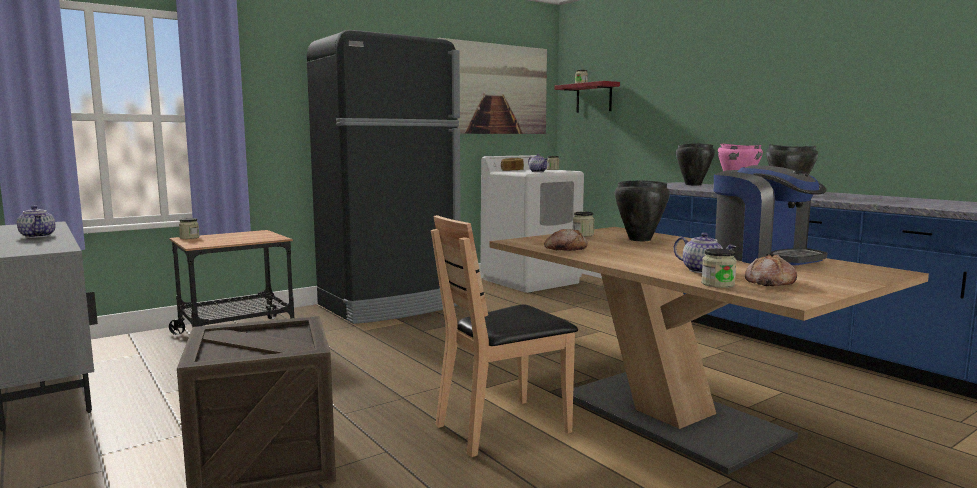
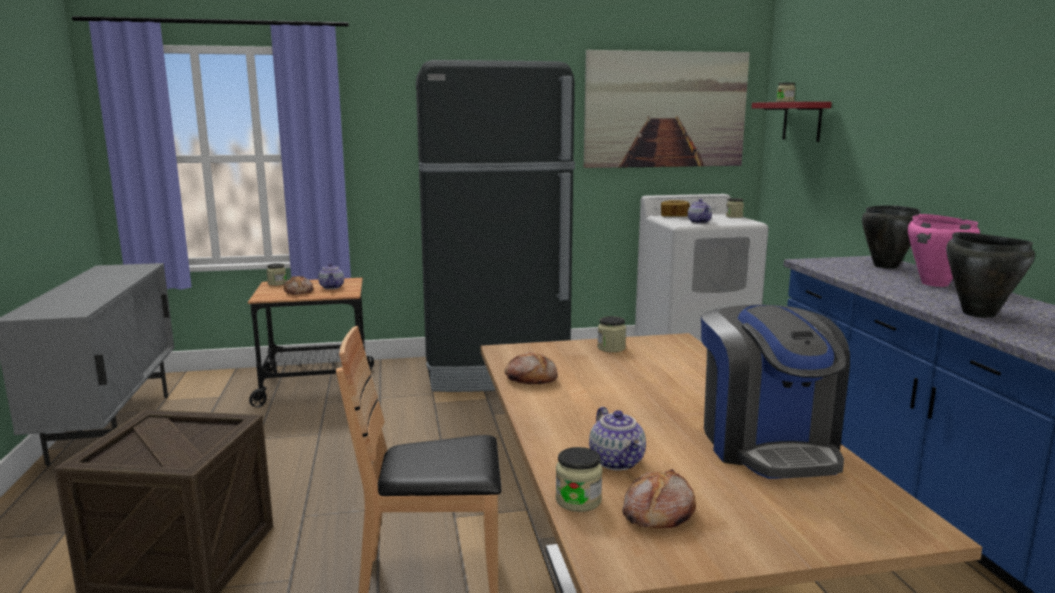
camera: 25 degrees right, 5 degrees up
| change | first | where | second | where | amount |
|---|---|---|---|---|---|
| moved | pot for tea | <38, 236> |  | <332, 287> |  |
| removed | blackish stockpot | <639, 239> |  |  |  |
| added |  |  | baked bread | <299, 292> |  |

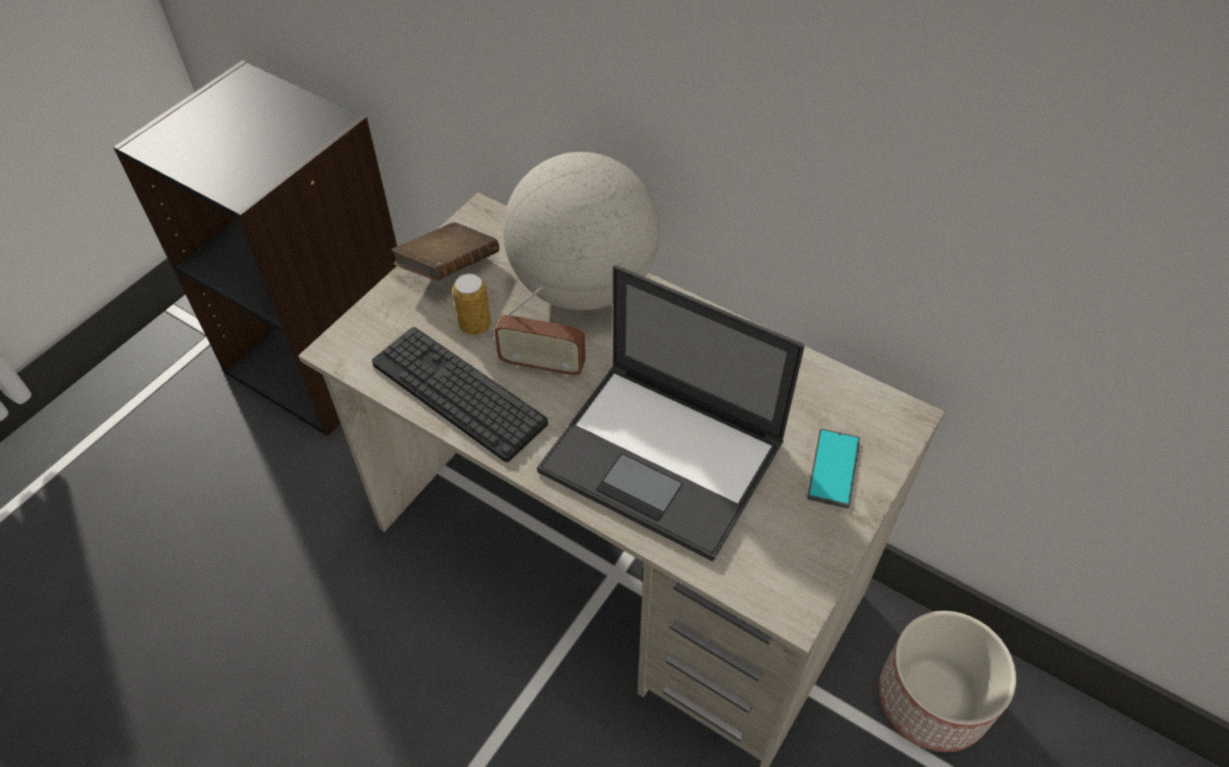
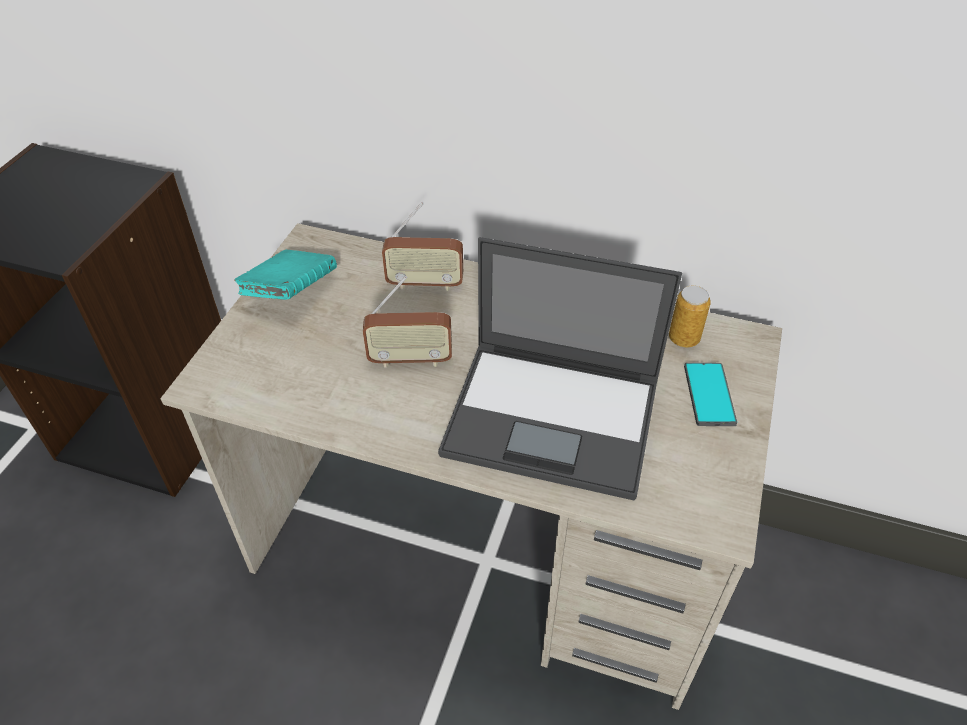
camera: 15 degrees left, 5 degrees down
| change | first | where | second | where | amount |
|---|---|---|---|---|---|
| removed | keyboard | <458, 393> |  |  |  |
| recoloured | brownish bound book | <449, 269> | turquoise bound book | <291, 292> |  |
| moved | metal can | <475, 325> |  | <684, 338> |  |
| replaced | globe | <583, 285> | radio receiver | <425, 284> |  |
| removed | plant pot | <934, 698> |  |  |  |

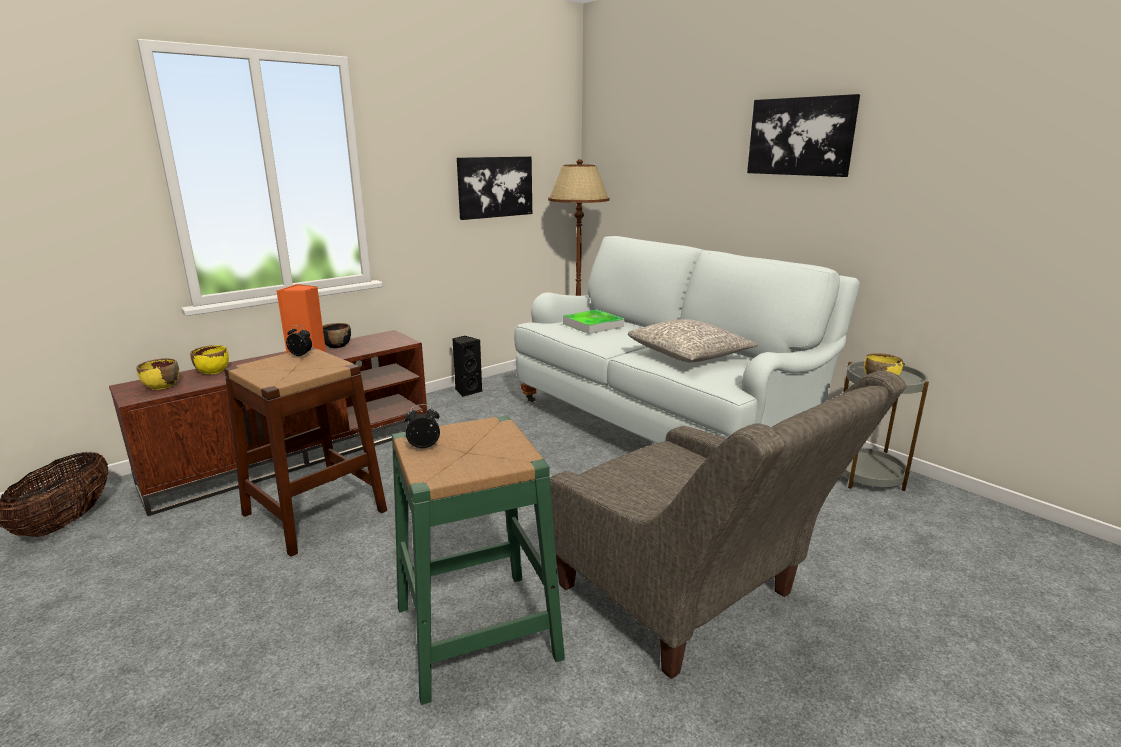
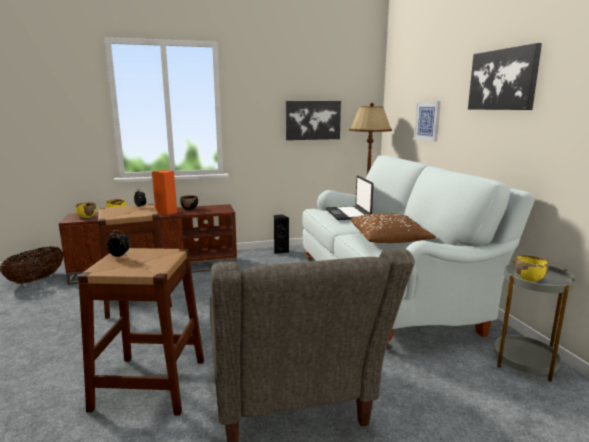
camera: 25 degrees right, 5 degrees down
| change | first | where | second | where | amount |
|---|---|---|---|---|---|
| recoloured | greenish sitting stool | <476, 632> | brownish sitting stool | <150, 384> |  |
| replaced | tray | <593, 325> | notebook computer | <348, 214> |  |
| recoloured | gray pillow | <690, 354> | brownish pillow | <389, 239> |  |
| added |  |  | wall art | <427, 121> |  |

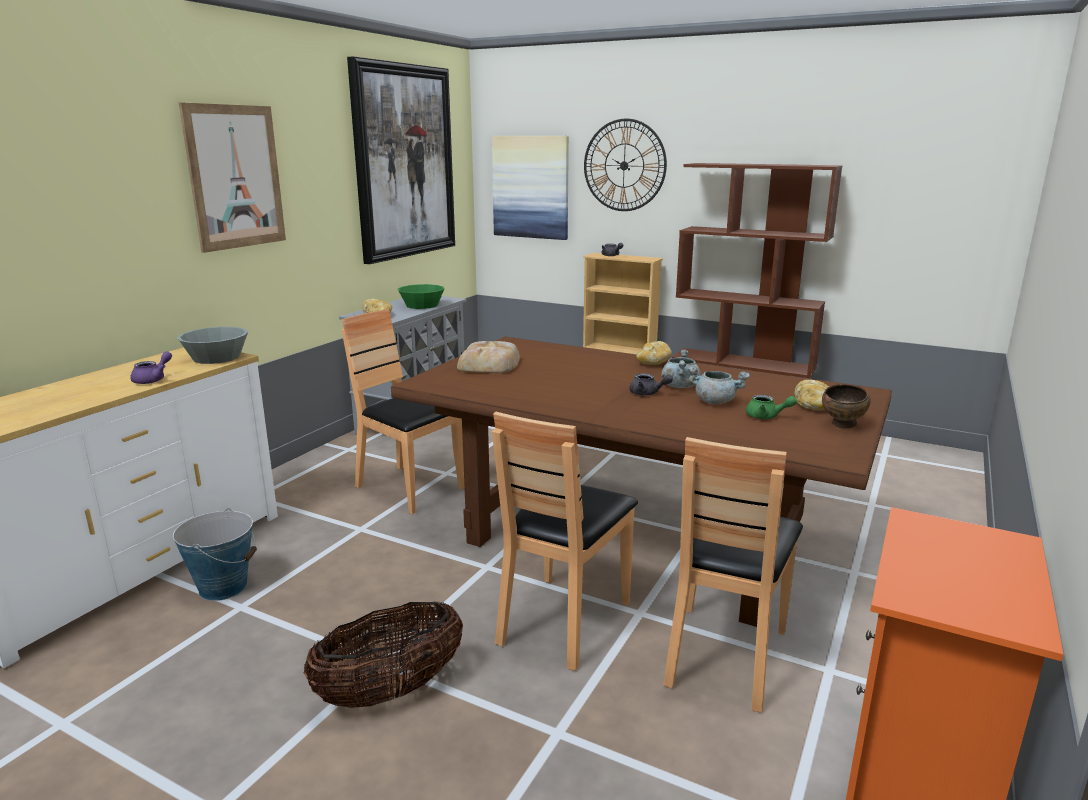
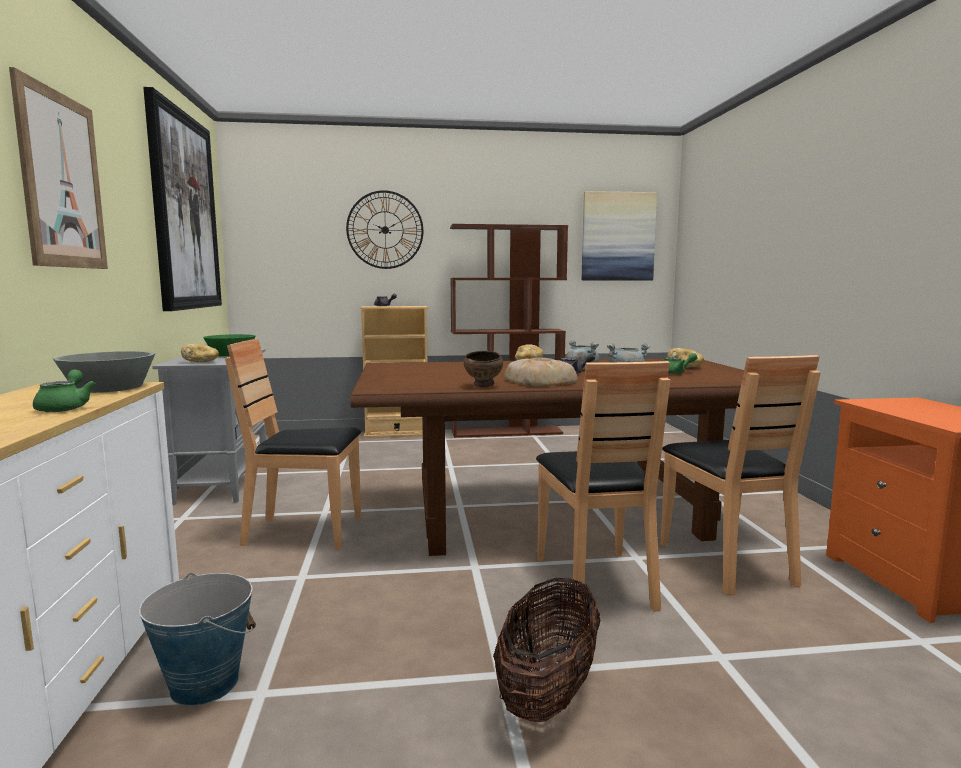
camera: 35 degrees left, 10 degrees down
| change | first | where | second | where | amount |
|---|---|---|---|---|---|
| recoloured | purplish pot for tea | <153, 379> | greenish pot for tea | <66, 407> |  |
| moved | baked bread | <490, 364> |  | <540, 380> |  |
| moved | wall art | <531, 187> |  | <618, 237> |  |
| moved | brownish deep dish | <843, 426> |  | <484, 386> |  |

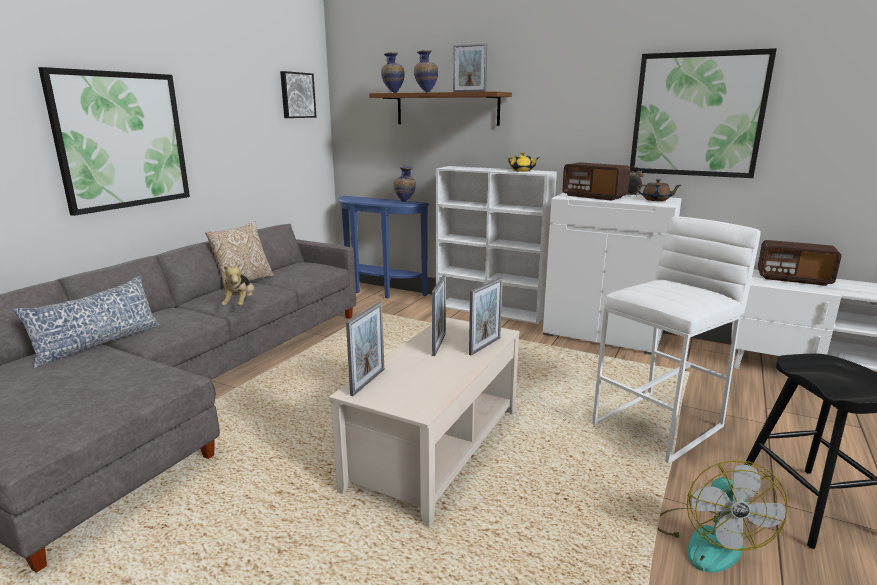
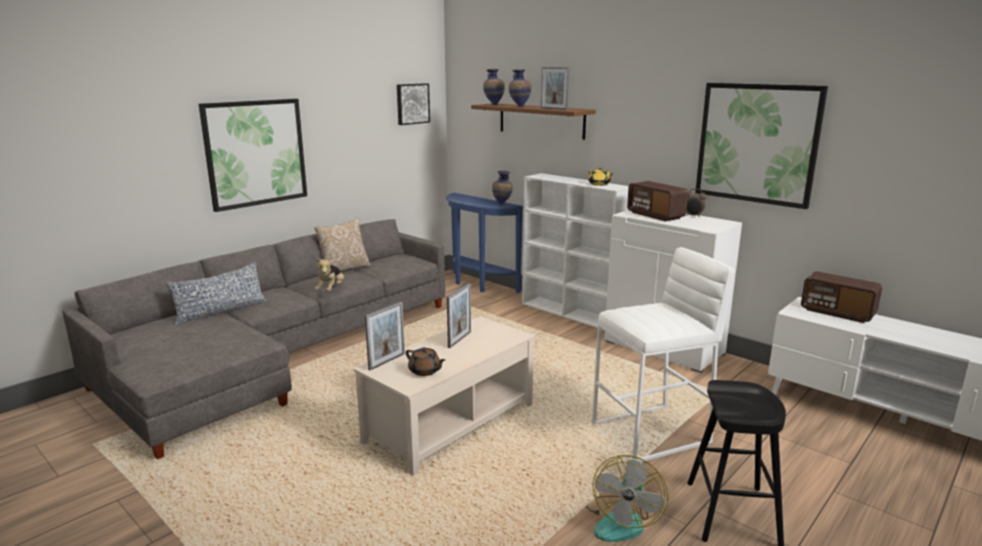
camera: 15 degrees right, 0 degrees up
| change | first | where | second | where | amount |
|---|---|---|---|---|---|
| removed | standing frame | <485, 346> |  |  |  |
| moved | brownish pot for tea | <656, 200> |  | <425, 371> |  |

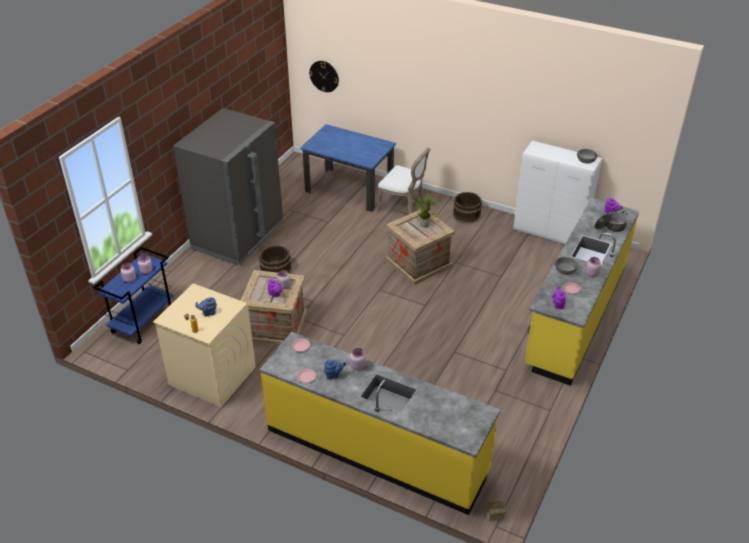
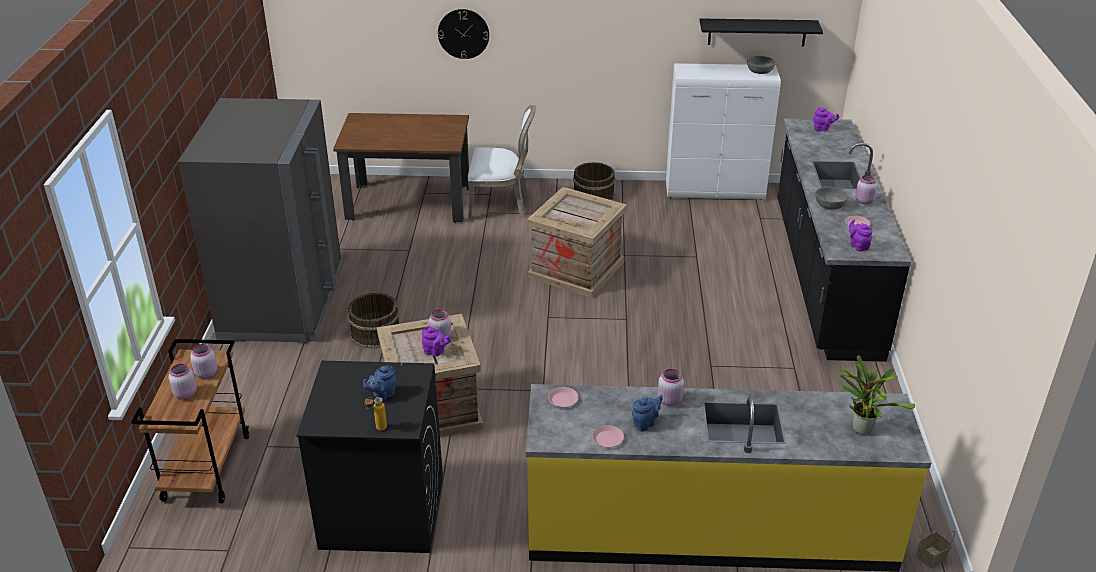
camera: 25 degrees left, 5 degrees down
| change | first | where | second | where | amount |
|---|---|---|---|---|---|
| recoloured | blue-coloured cart | <143, 321> | brownish cart | <206, 467> |  |
| recoloured | sand-coloured laundry machine | <212, 376> | blackish laundry machine | <381, 512> |  |
| recoloured | blue-coloured dinner table | <349, 190> | brownish dinner table | <408, 203> |  |
| moved | hanging clock | <324, 76> |  | <463, 33> |  |
| moved | houseplant | <425, 224> |  | <861, 427> |  |
| recoloured | yellowish counter | <575, 315> | blackish counter | <823, 277> |  |
| removed | stockpot | <610, 227> |  |  |  |
| added |  |  | blackish wall shelf | <757, 32> |  |

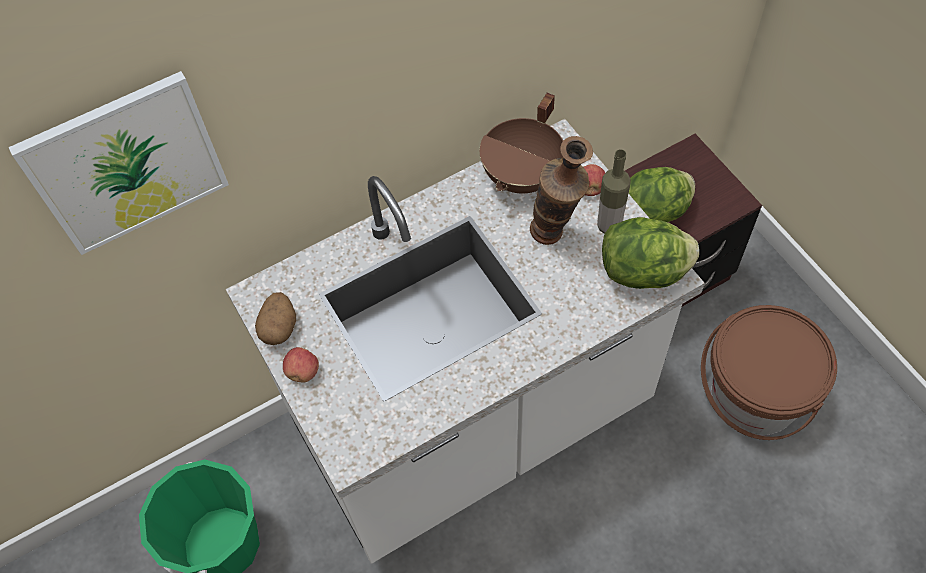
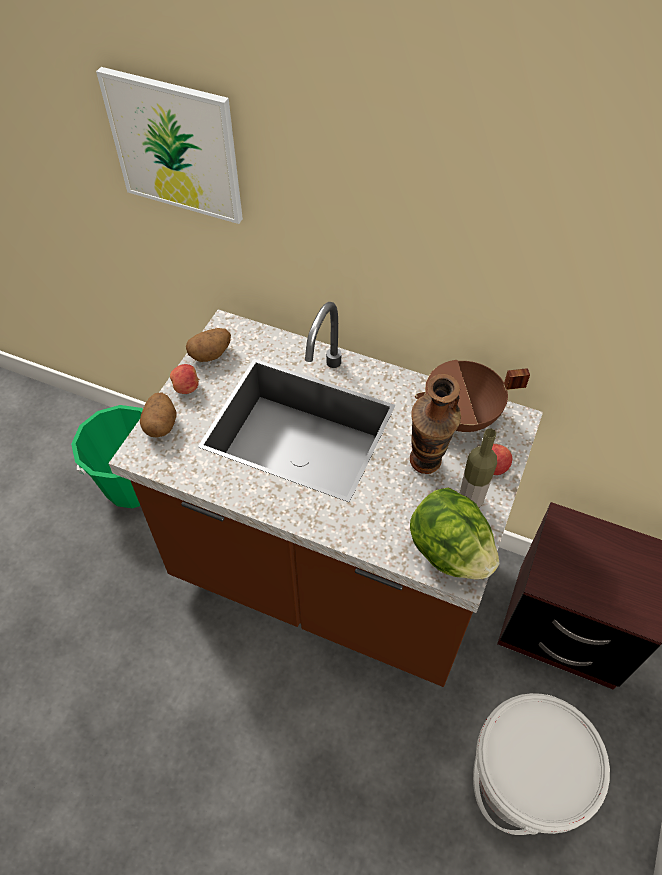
camera: 50 degrees right, 5 degrees down
| change | first | where | second | where | amount |
|---|---|---|---|---|---|
| recoloured | white-coloured counter | <473, 420> | brownish counter | <331, 574> |  |
| removed | lettuce | <654, 212> |  |  |  |
| recoloured | brownish pail | <754, 395> | white-coloured pail | <523, 779> |  |
| added |  |  | spud | <161, 424> |  |

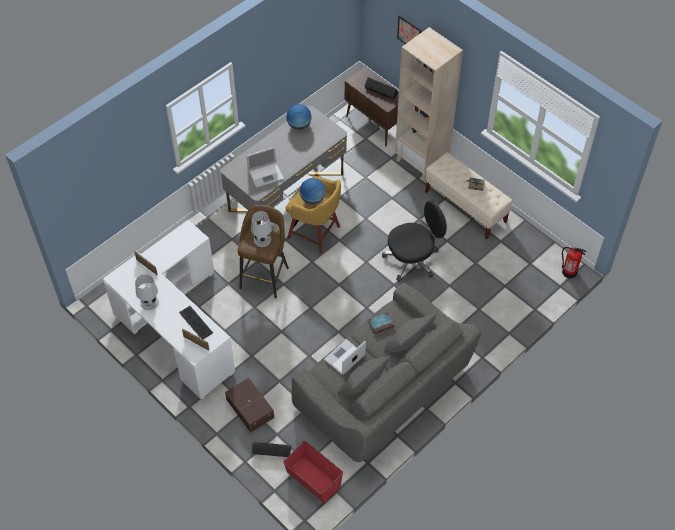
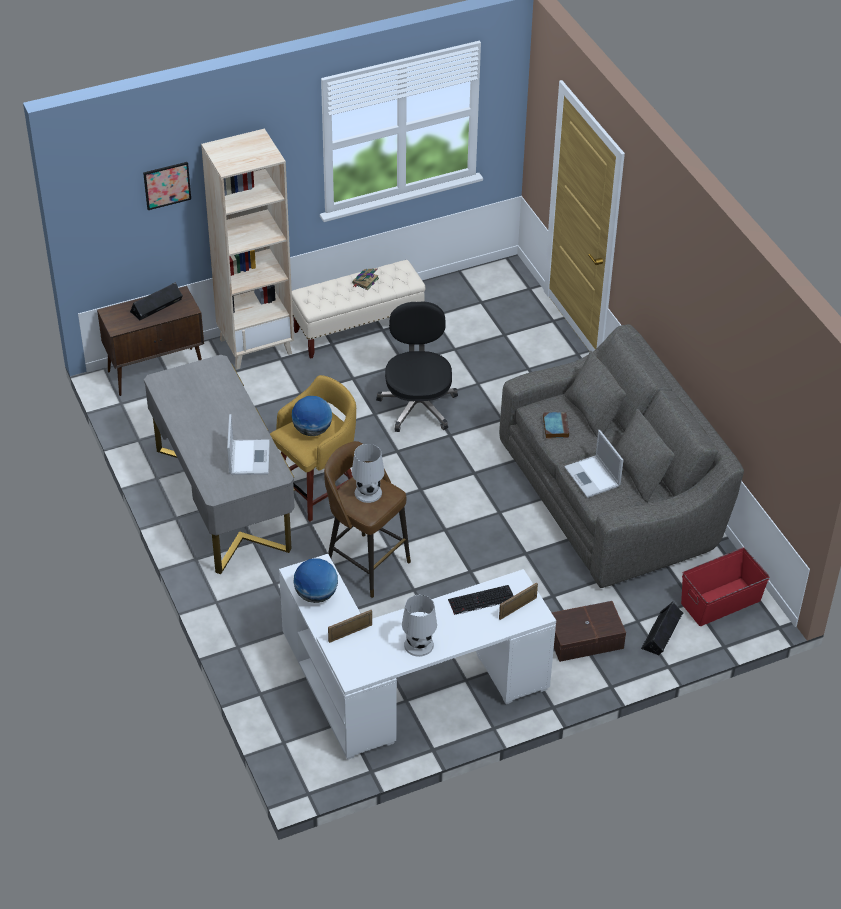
camera: 70 degrees left, 10 degrees down
| change | first | where | second | where | amount |
|---|---|---|---|---|---|
| moved | globe | <299, 125> |  | <316, 595> |  |
| removed | fire-fighting cylinder | <569, 272> |  |  |  |

